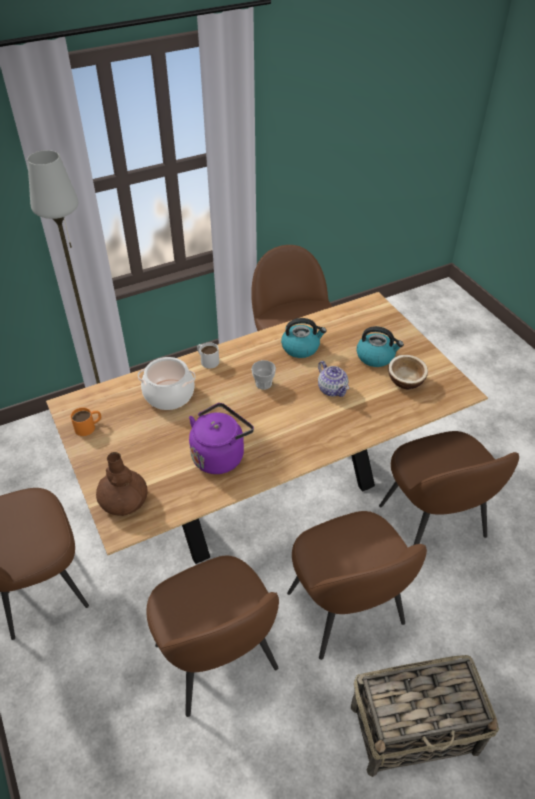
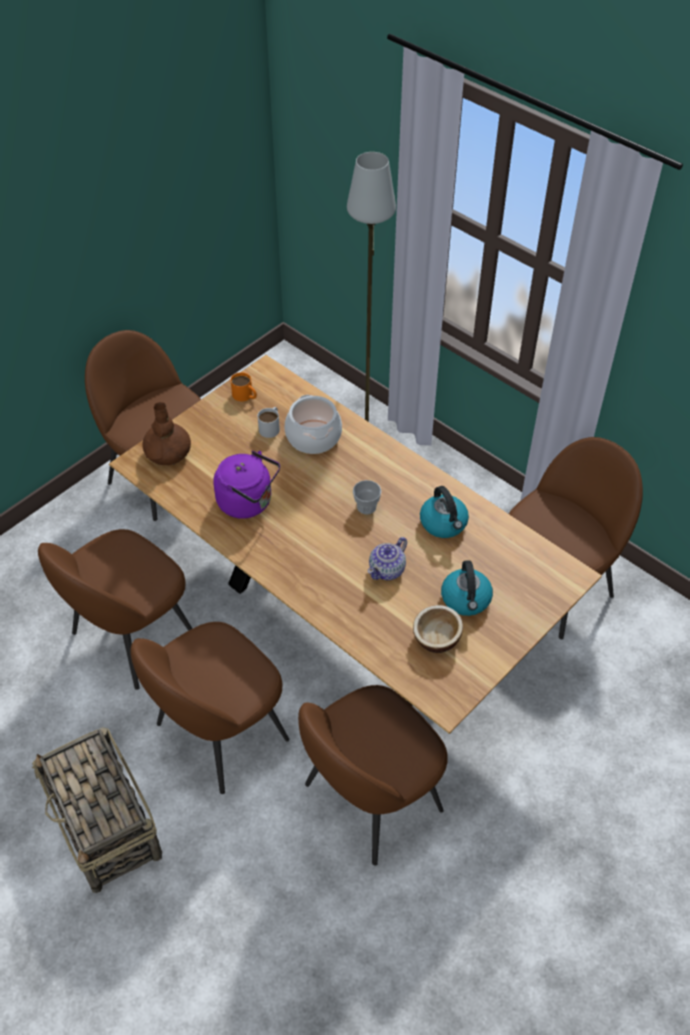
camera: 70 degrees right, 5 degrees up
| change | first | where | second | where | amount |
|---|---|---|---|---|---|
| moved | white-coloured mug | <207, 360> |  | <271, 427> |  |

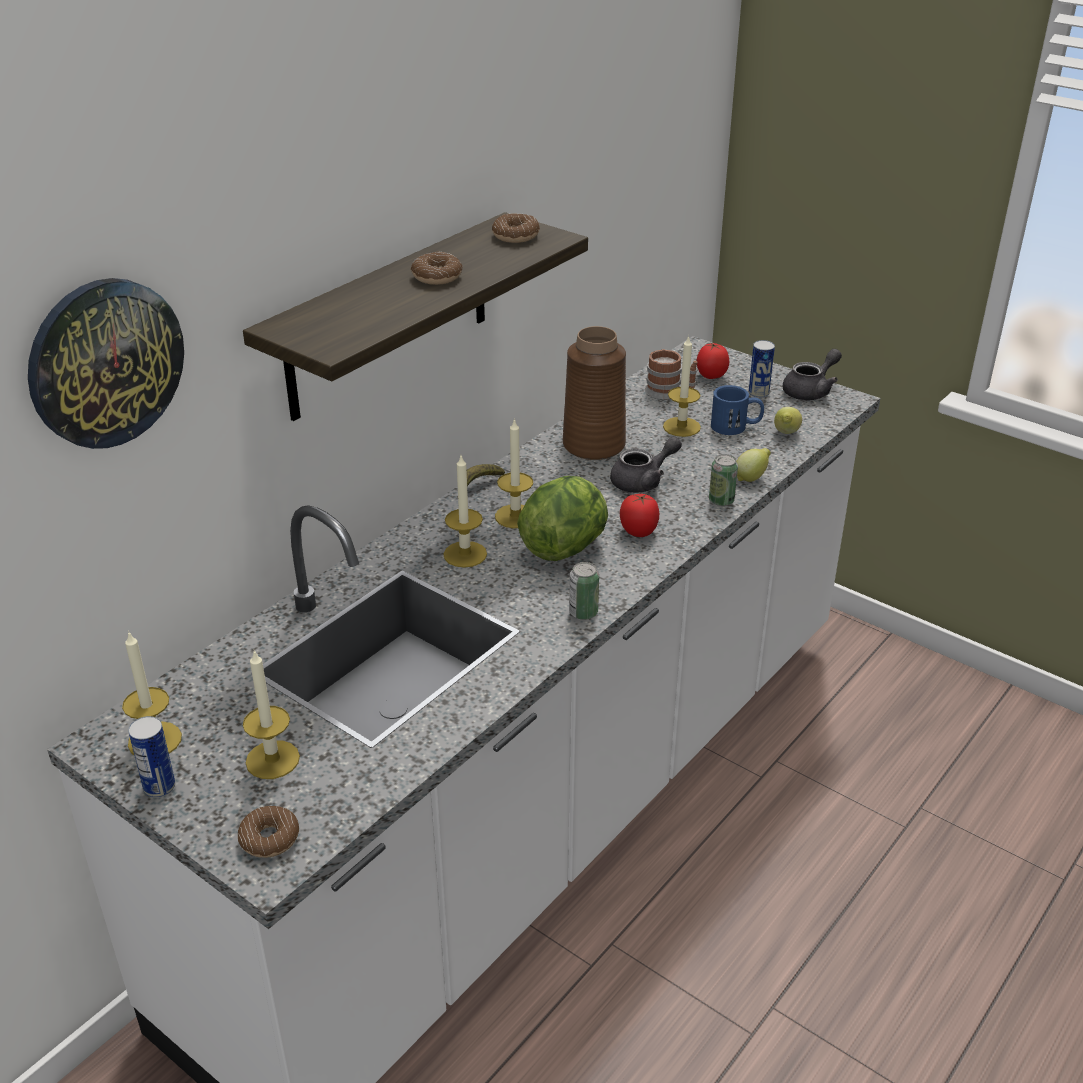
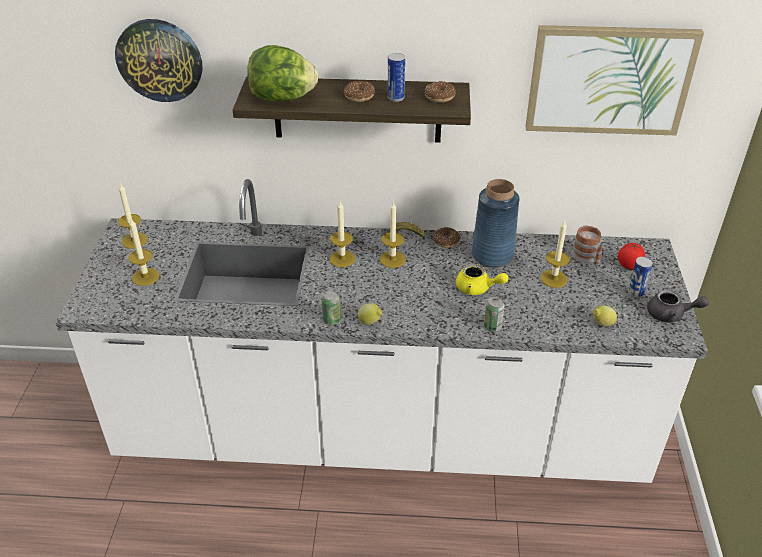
camera: 55 degrees right, 5 degrees up
| change | first | where | second | where | amount |
|---|---|---|---|---|---|
| moved | metal can | <159, 787> |  | <396, 98> |  |
| moved | donut | <269, 838> |  | <446, 241> |  |
| moved | lettuce | <565, 547> |  | <282, 98> |  |
| recoloured | brownish decorative vase | <594, 445> | blue-coloured decorative vase | <492, 255> |  |
| recoloured | gray pot for tea | <643, 481> | yellowish pot for tea | <477, 288> |  |
| removed | fresh tomato | <638, 531> |  |  |  |
| removed | blue-coloured mug | <736, 426> |  |  |  |
| moved | whole lemon | <751, 478> |  | <370, 322> |  |
| added |  |  | wall art | <609, 80> |  |

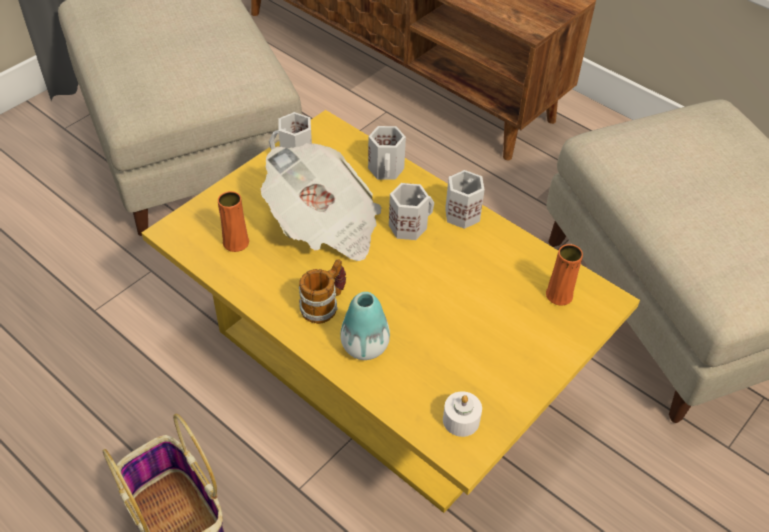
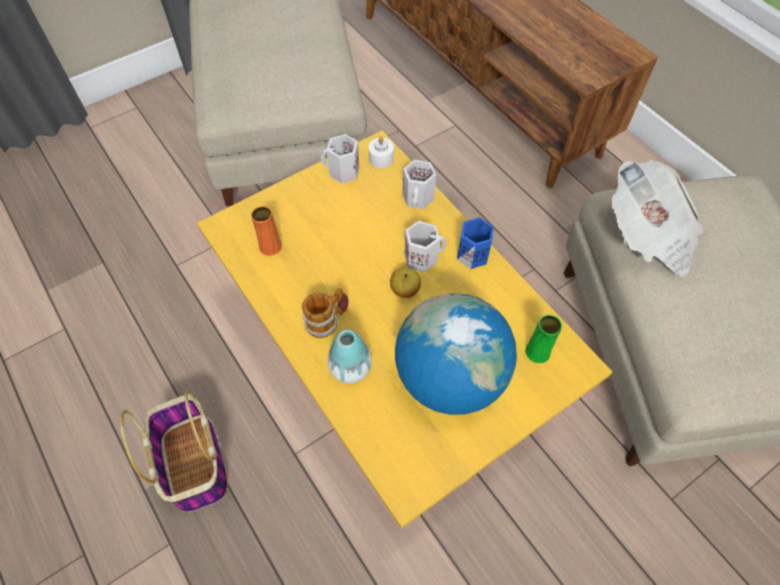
camera: 15 degrees right, 10 degrees up
| change | first | where | second | where | amount |
|---|---|---|---|---|---|
| moved | daily paper | <324, 225> |  | <649, 235> |  |
| moved | white-coloured wax candle | <461, 420> |  | <381, 158> |  |
| recoloured | white-coloured mug | <462, 213> | blue-coloured mug | <472, 253> |  |
| recoloured | orange decorative vase | <559, 295> | greenish decorative vase | <537, 352> |  |
| added |  |  | whole apple | <405, 290> |  |
| added |  |  | globe | <450, 377> |  |

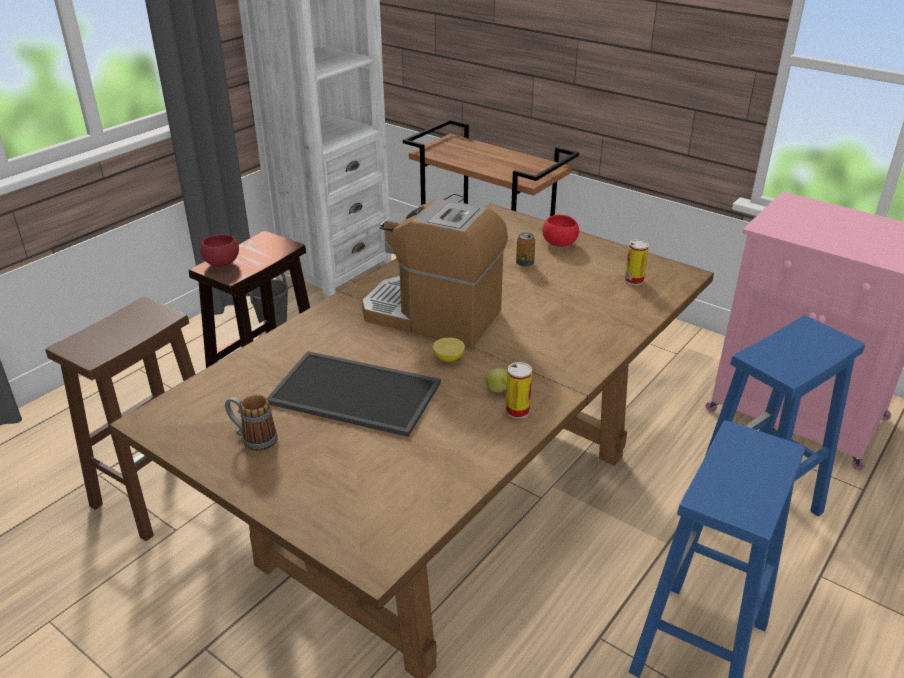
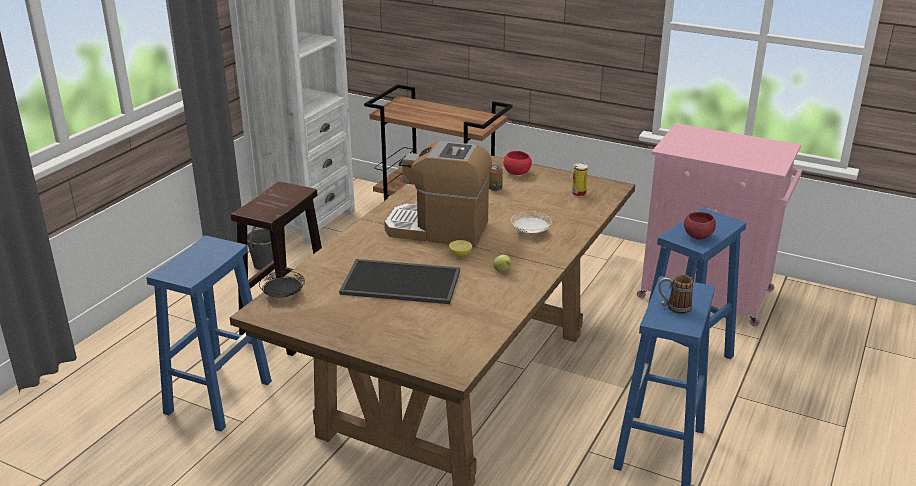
camera: 10 degrees left, 5 degrees down
| change | first | where | second | where | amount |
|---|---|---|---|---|---|
| recoloured | brownish sitting stool | <161, 490> | blue-coloured sitting stool | <219, 396> |  |
| moved | reddish deep dish | <222, 263> |  | <698, 236> |  |
| moved | mug | <253, 439> |  | <673, 307> |  |
| removed | metal can | <517, 411> |  |  |  |
| added |  |  | blackish plate | <283, 295> |  |
| added |  |  | white-coloured plate | <530, 232> |  |

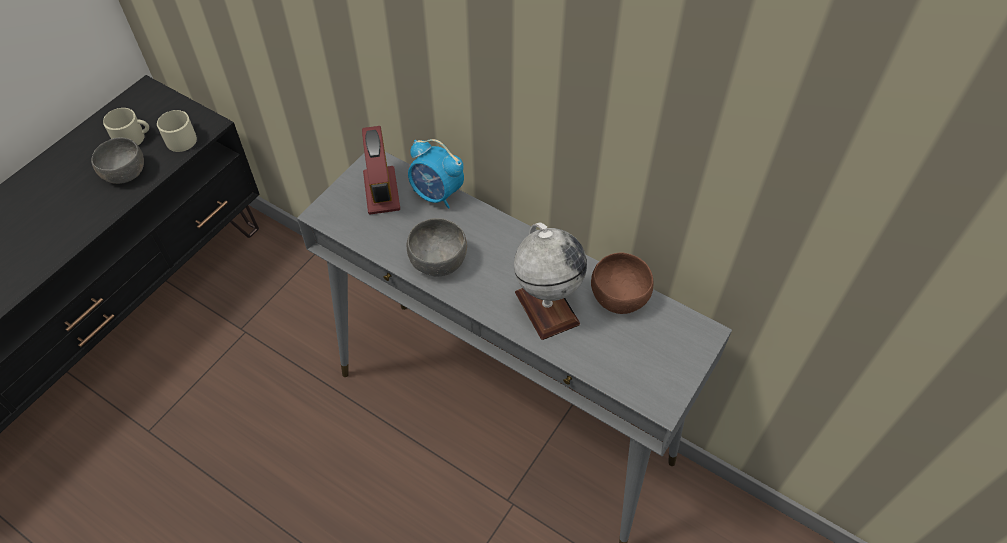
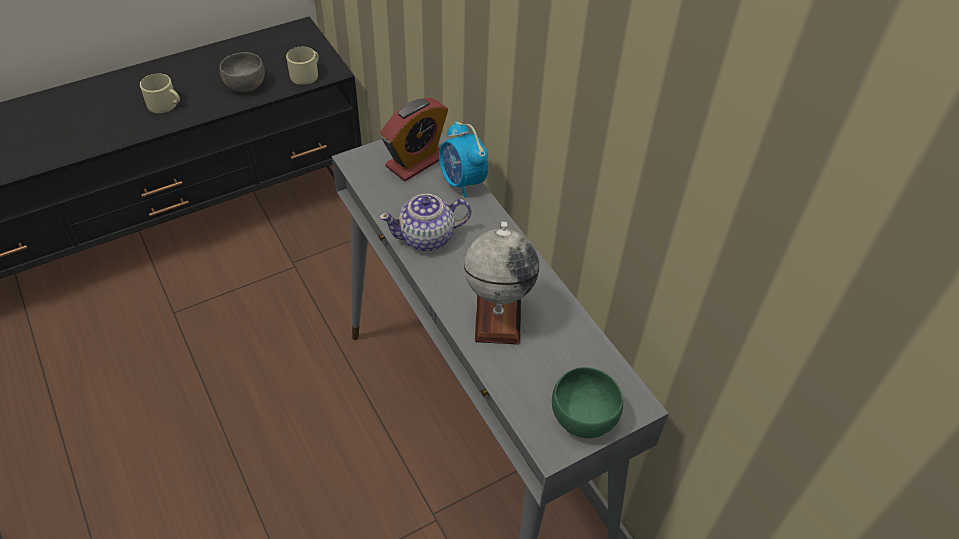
camera: 25 degrees right, 5 degrees down
| change | first | where | second | where | amount |
|---|---|---|---|---|---|
| moved | sand-coloured mug | <133, 137> |  | <165, 104> |  |
| turned | table clock | <381, 191> |  | <416, 161> | 150 degrees counterclockwise |
| replaced | gray deep dish | <439, 261> | pot for tea | <427, 237> |  |
| removed | brownish deep dish | <620, 297> |  |  |  |
| added |  |  | greenish deep dish | <584, 417> |  |

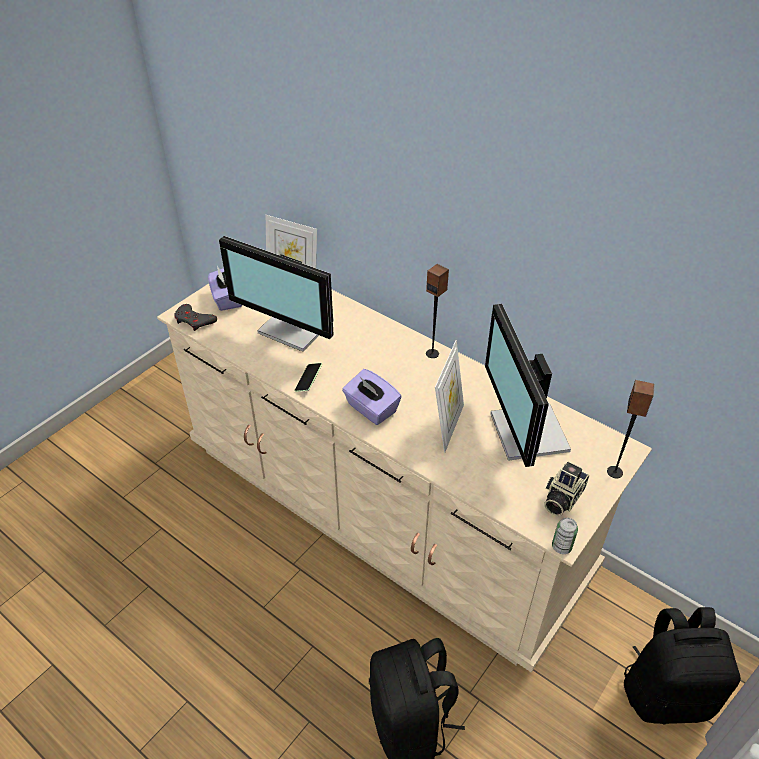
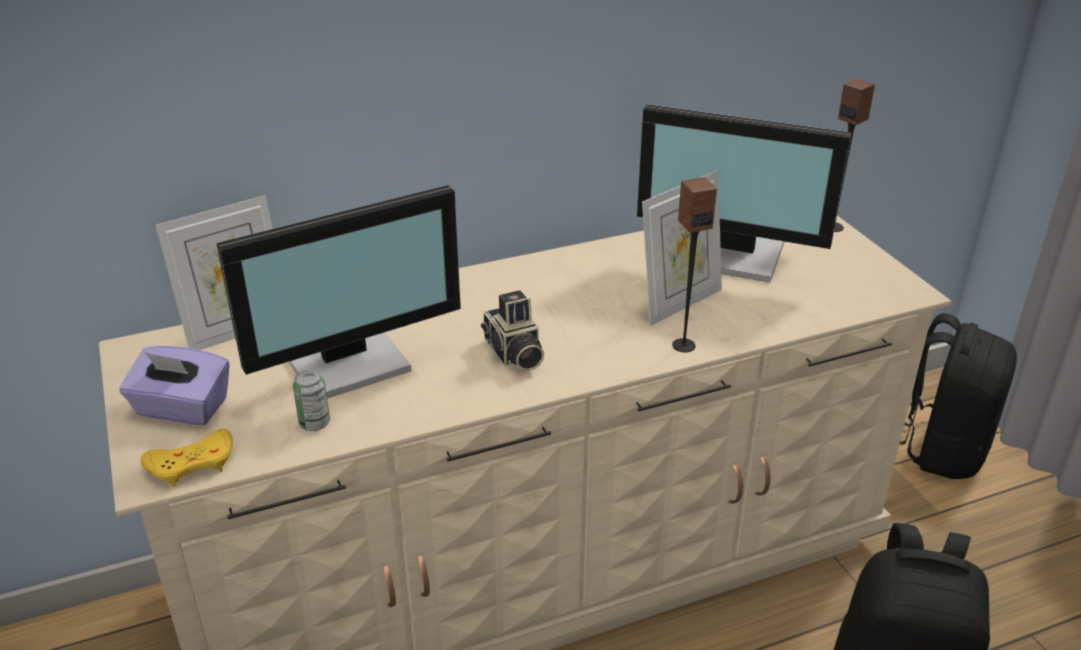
camera: 60 degrees left, 10 degrees down
| change | first | where | second | where | amount |
|---|---|---|---|---|---|
| recoloured | gray game controller | <194, 320> | yellowish game controller | <192, 464> |  |
| removed | phone | <308, 381> |  |  |  |
| removed | purplish box of tissues | <371, 409> |  |  |  |
| moved | speaker | <432, 353> |  | <683, 345> |  |
| turned | standing frame | <447, 426> |  | <679, 302> | 90 degrees clockwise |
| moved | still camera | <561, 498> |  | <513, 354> |  |
| moved | metal can | <561, 547> |  | <314, 423> |  |

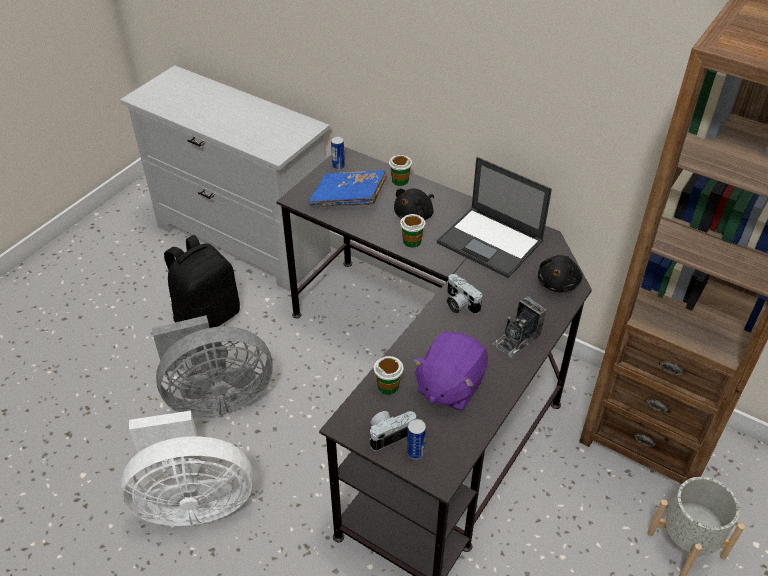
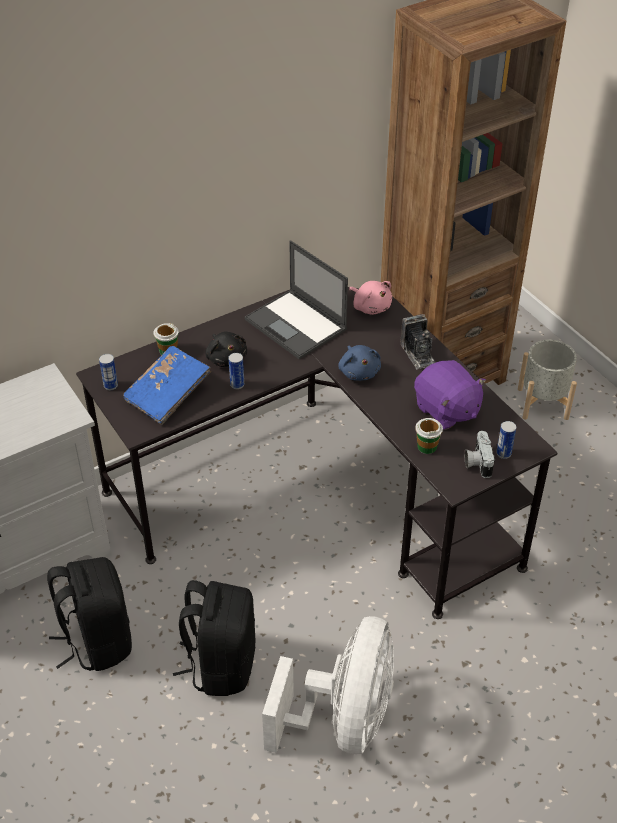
camera: 65 degrees left, 0 degrees up
| change | first | where | second | where | amount |
|---|---|---|---|---|---|
| replaced | gray cooling fan | <216, 397> | blackish knapsack | <221, 664> |  |
| removed | drinking cup | <412, 241> |  |  |  |
| turned | notebook computer | <491, 242> |  | <297, 325> | 75 degrees clockwise |
| replaced | still camera | <459, 304> | blue-coloured soft toy | <359, 371> |  |
| recoloured | blackish soft toy | <558, 283> | pinkish soft toy | <370, 307> |  |
| added |  |  | metal can | <237, 384> |  |

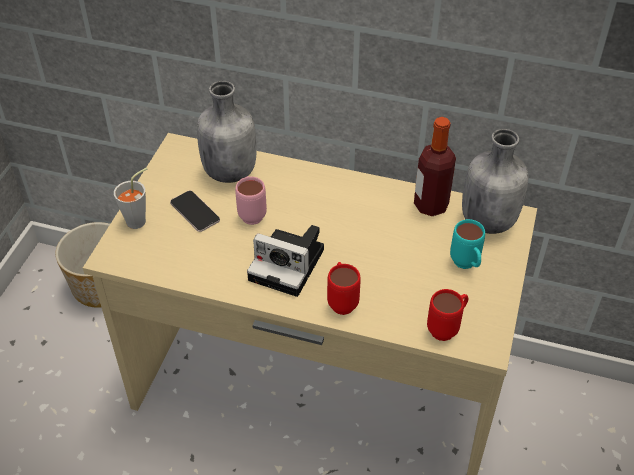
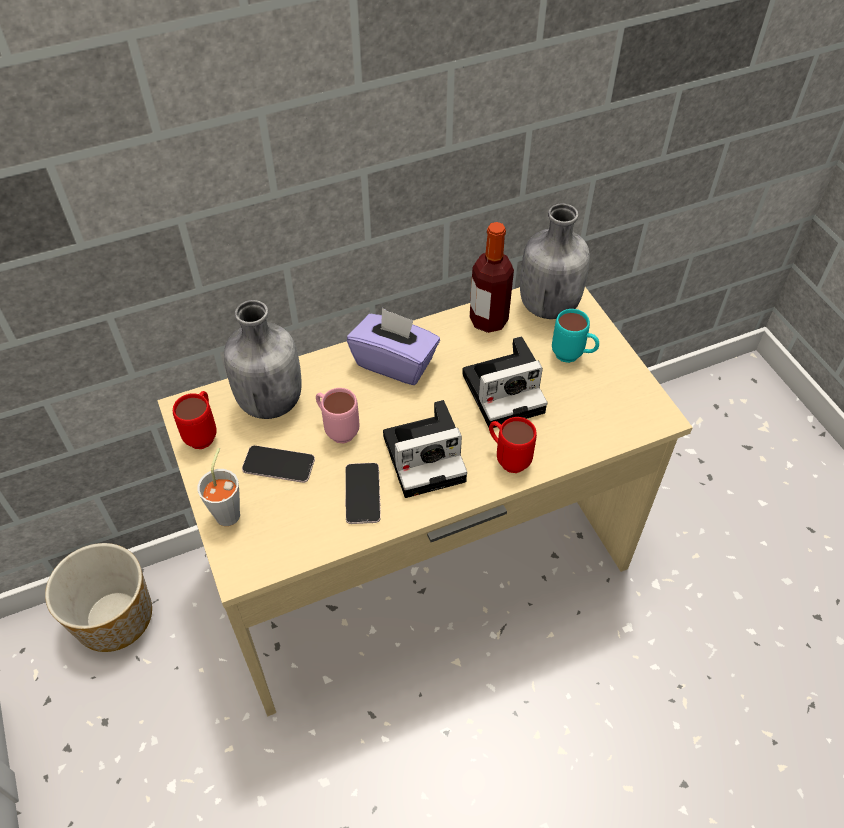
camera: 40 degrees left, 5 degrees up
| change | first | where | second | where | amount |
|---|---|---|---|---|---|
| moved | reddish mug | <447, 328> |  | <204, 433> |  |
| added |  |  | phone | <362, 493> |  |
| added |  |  | purplish box of tissues | <395, 362> |  |
| added |  |  | still camera | <505, 391> |  |

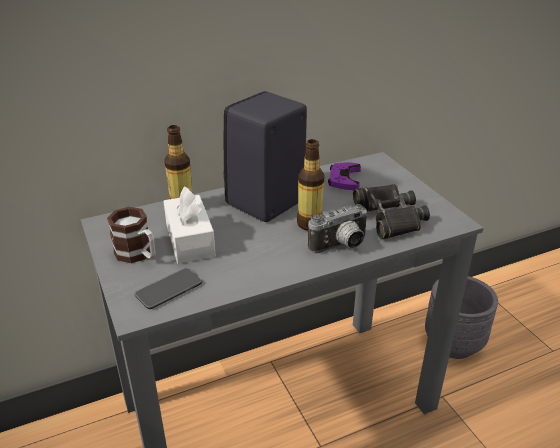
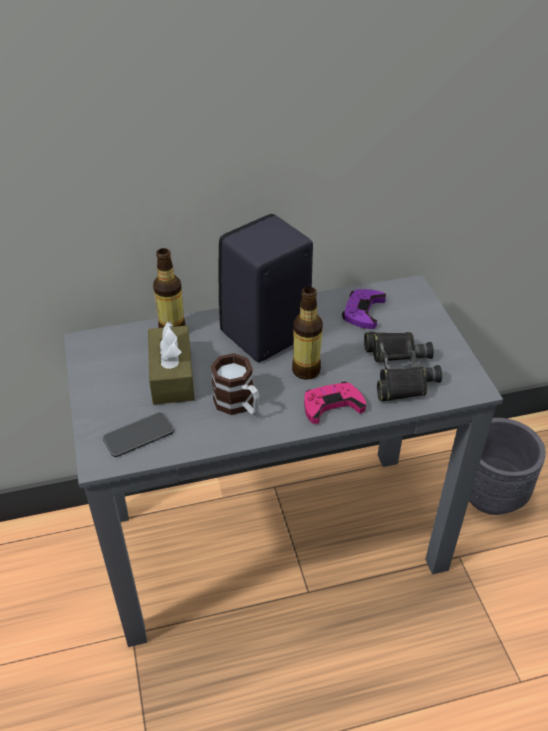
camera: 10 degrees right, 10 degrees up
| change | first | where | second | where | amount |
|---|---|---|---|---|---|
| moved | mug | <138, 255> |  | <239, 405> |  |
| recoloured | white-coloured box of tissues | <190, 240> | brownish box of tissues | <172, 376> |  |
| replaced | still camera | <341, 247> | pinkish game controller | <332, 405> |  |

